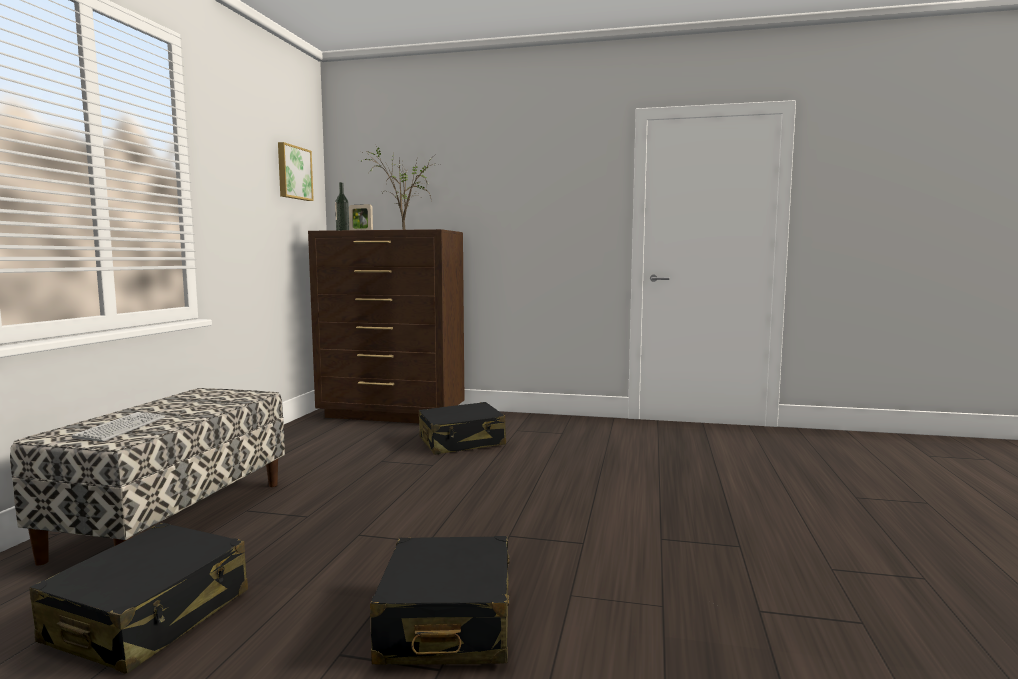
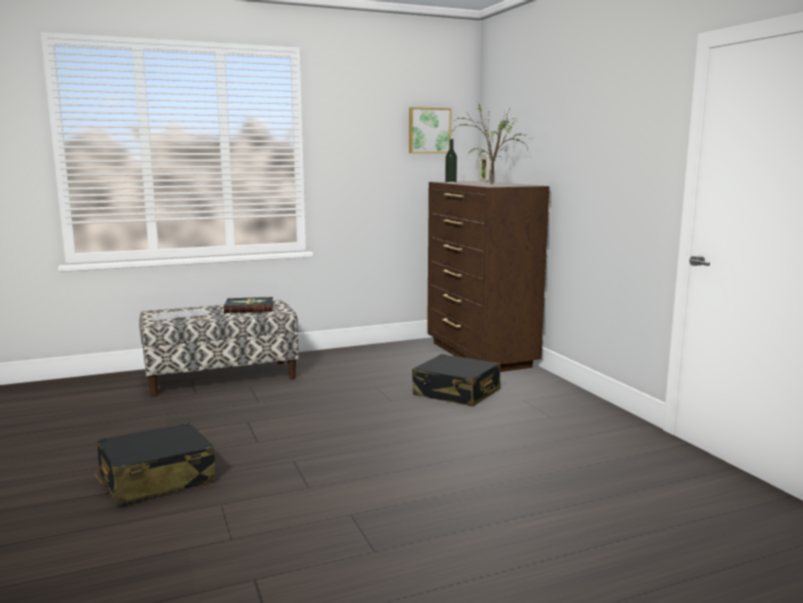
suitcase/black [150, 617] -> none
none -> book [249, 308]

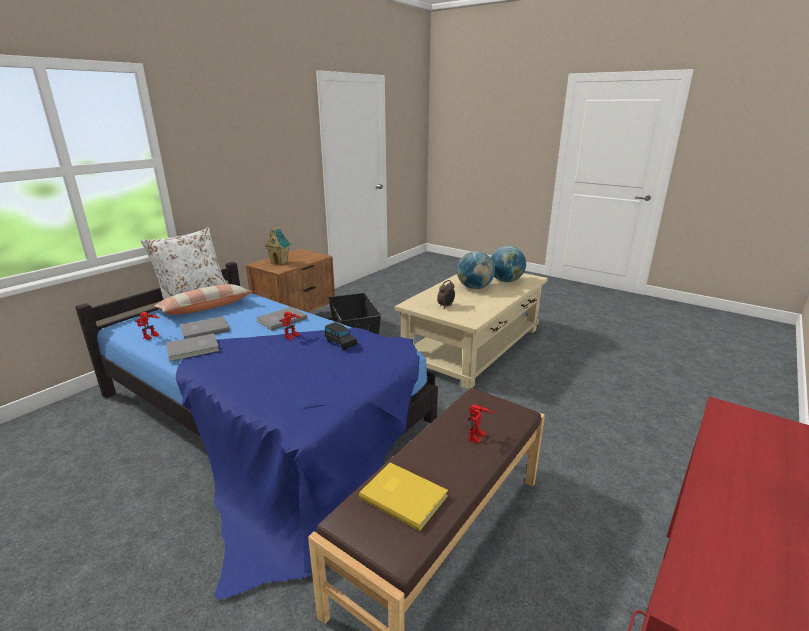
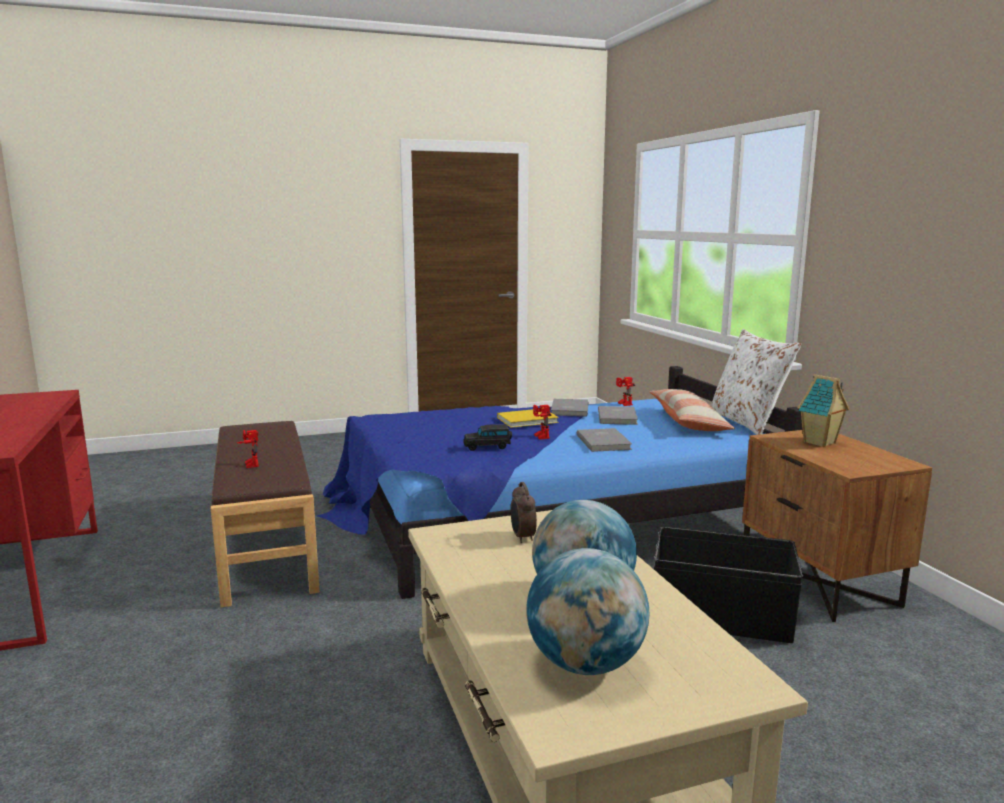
book/yellow [403, 495] -> book/yellow [529, 420], move

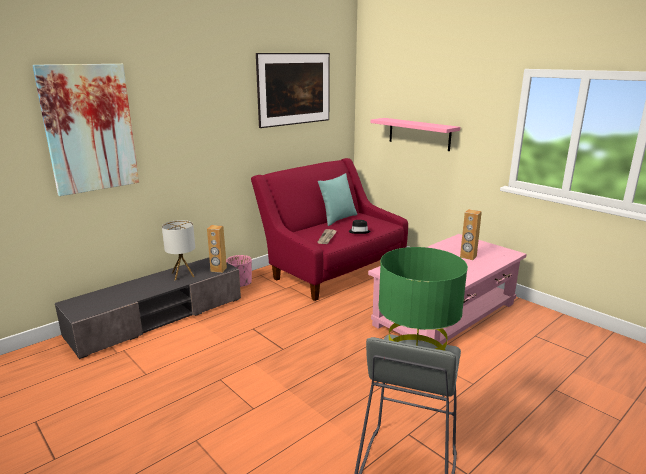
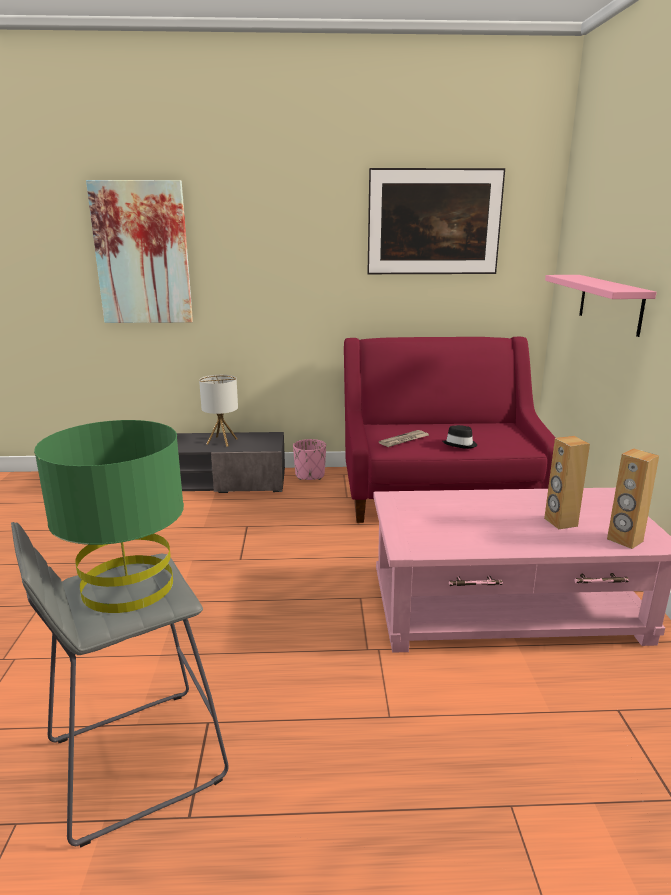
pillow/turquoise [337, 219] -> none
speaker/brown [218, 270] -> speaker/brown [624, 540], move

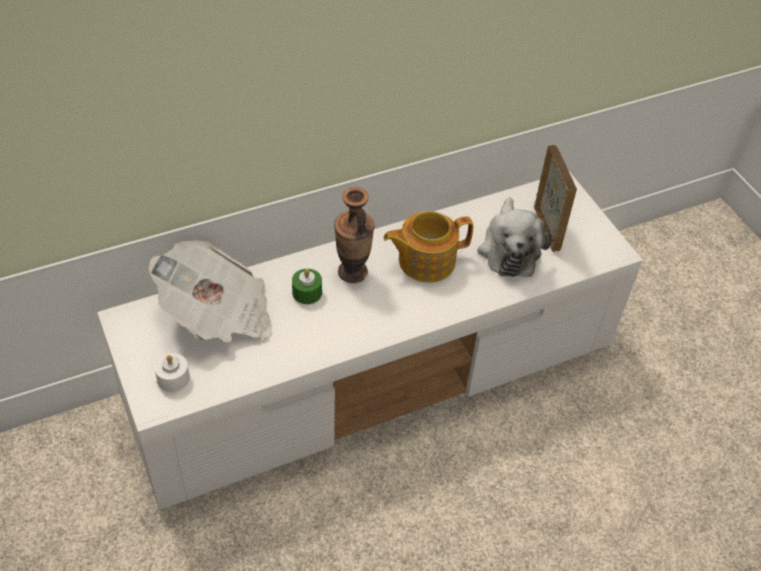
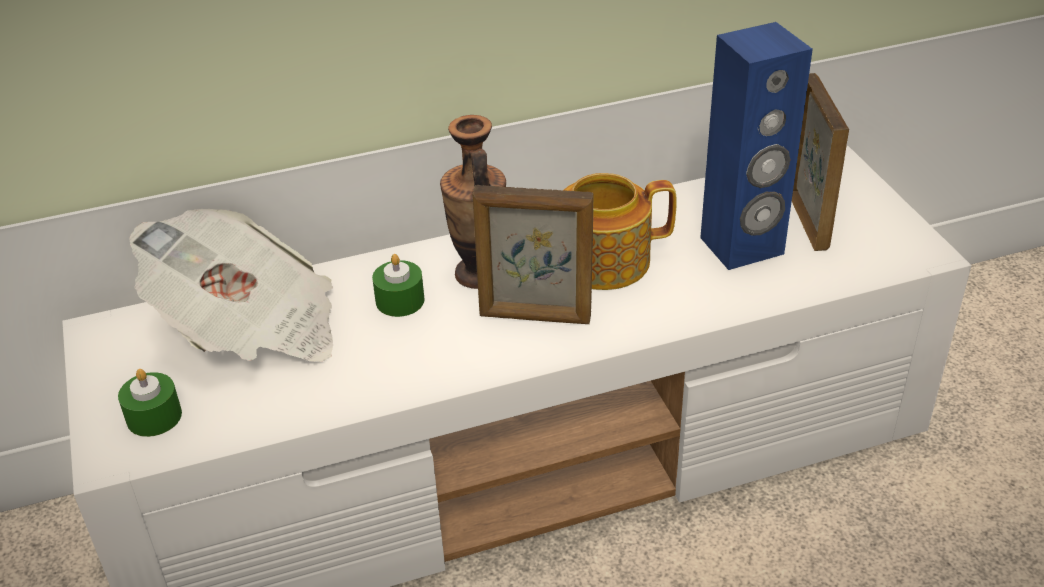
none -> picture frame [535, 317]
plush toy [509, 249] -> speaker/blue [742, 246]
candle/white [173, 378] -> candle/green [154, 417]

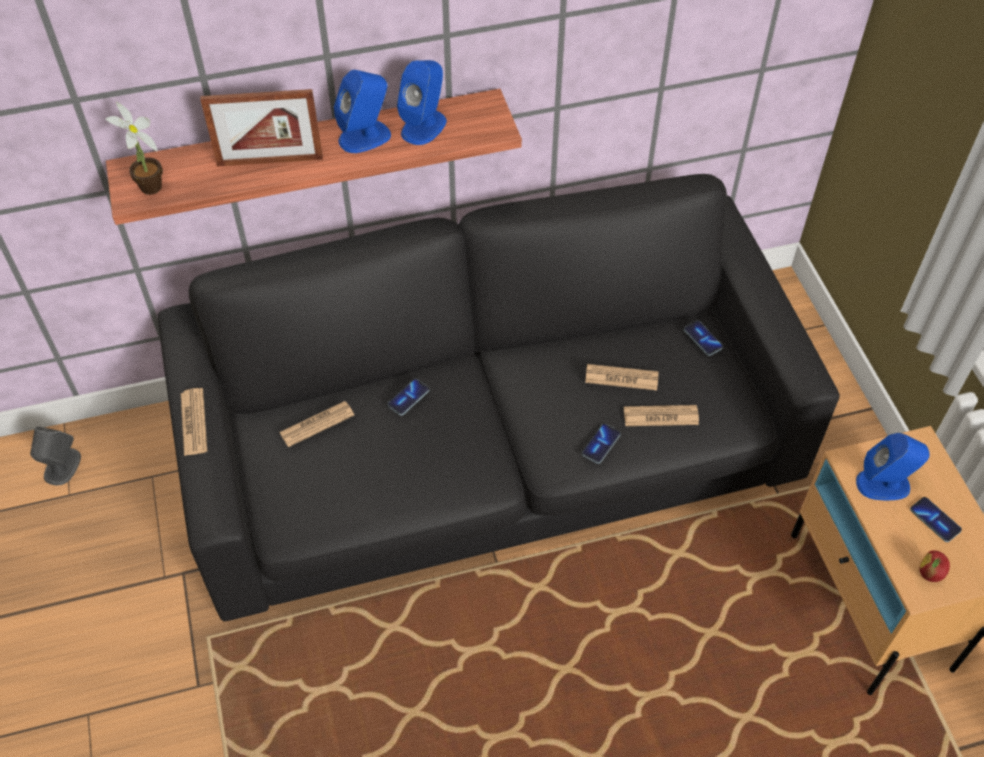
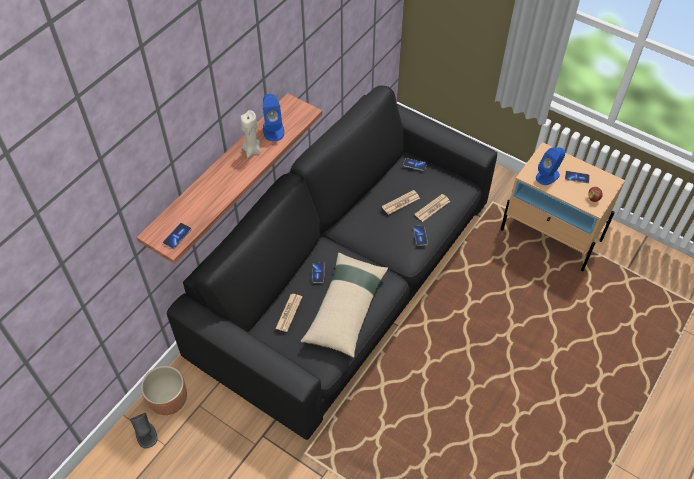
newspaper [194, 422] -> none
picture frame [270, 161] -> none
none -> planter/brown [168, 400]
none -> pillow/beige [345, 309]
potted plant [150, 190] -> phone [177, 236]
speaker/blue [365, 137] -> candle/beige [252, 150]

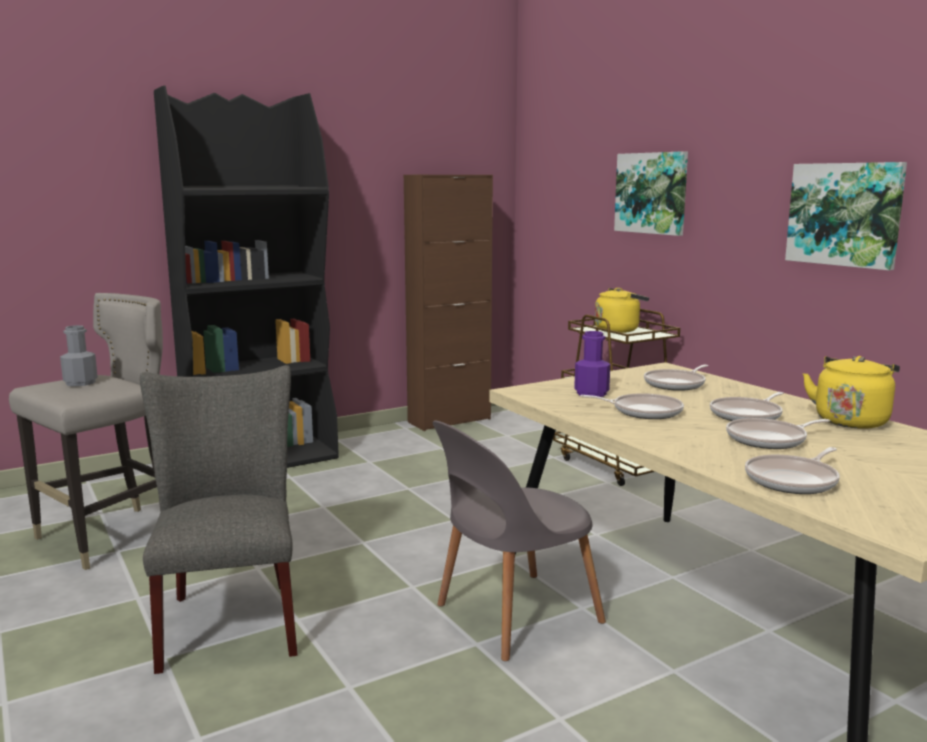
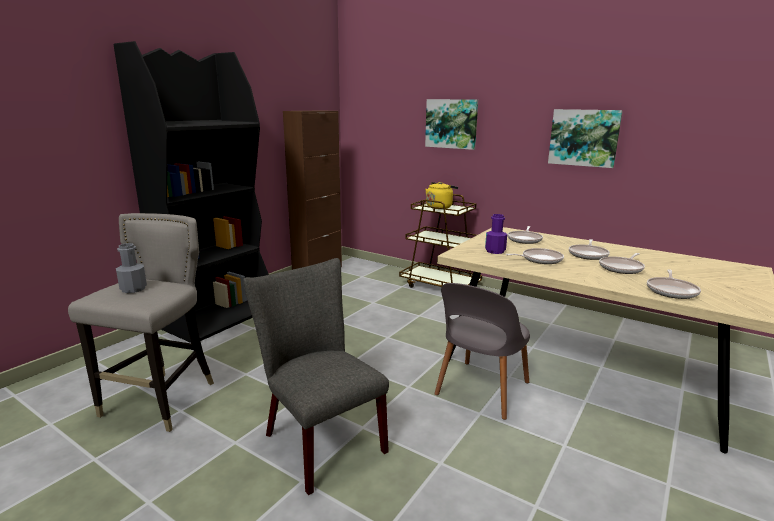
kettle/yellow [851, 420] -> none

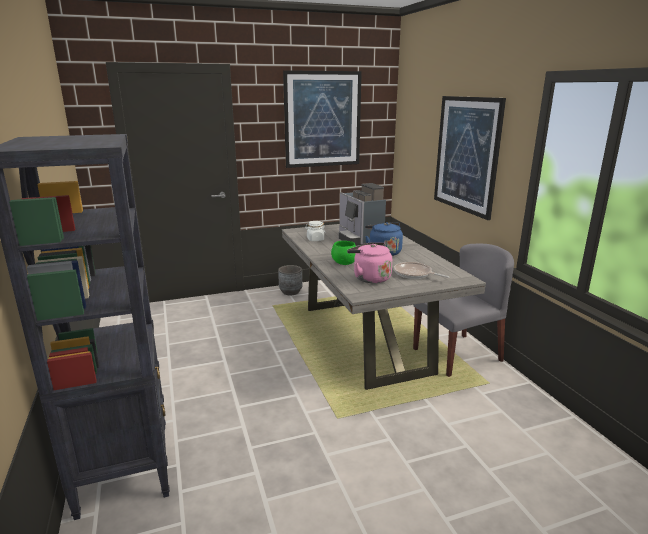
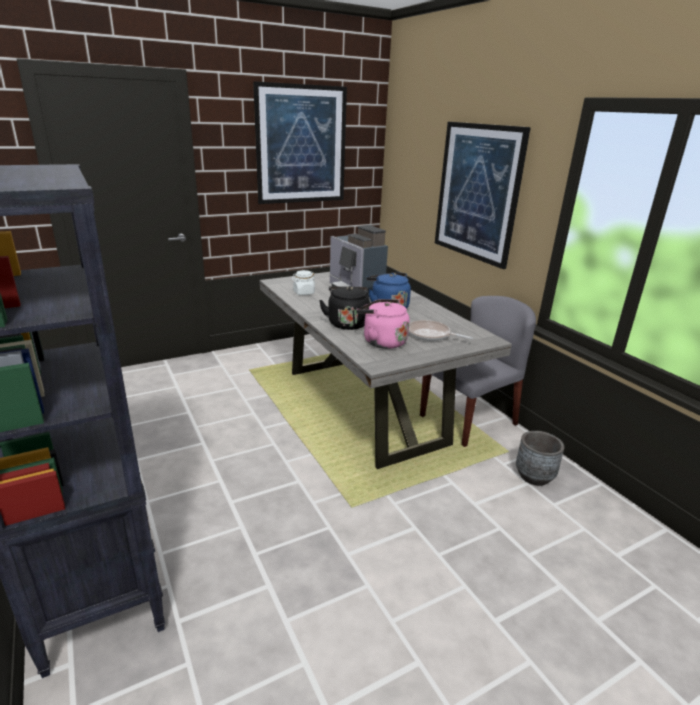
planter/grey [290, 292] -> planter/grey [534, 476], move
bowl/green [344, 263] -> kettle/black [347, 323]

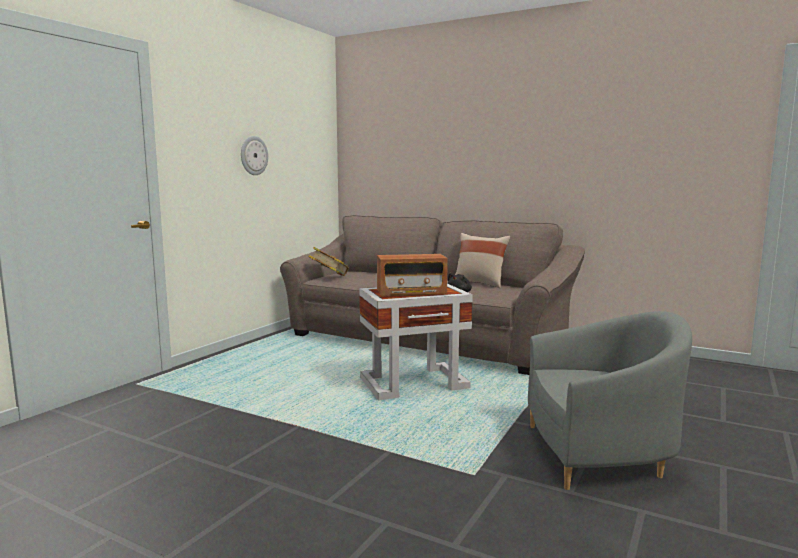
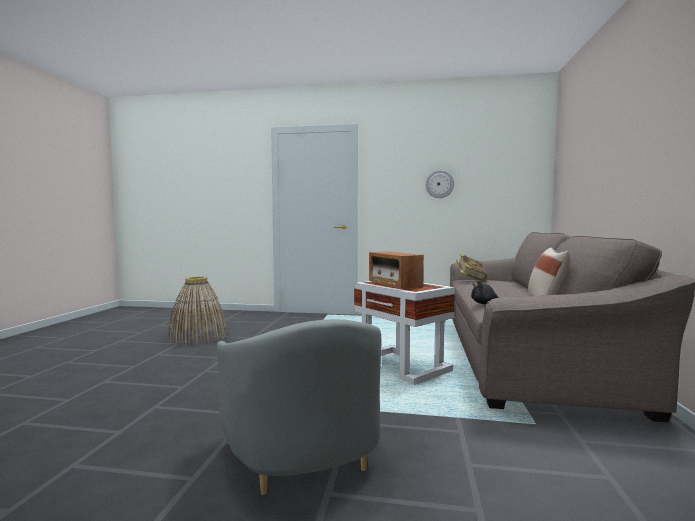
none -> basket [198, 336]

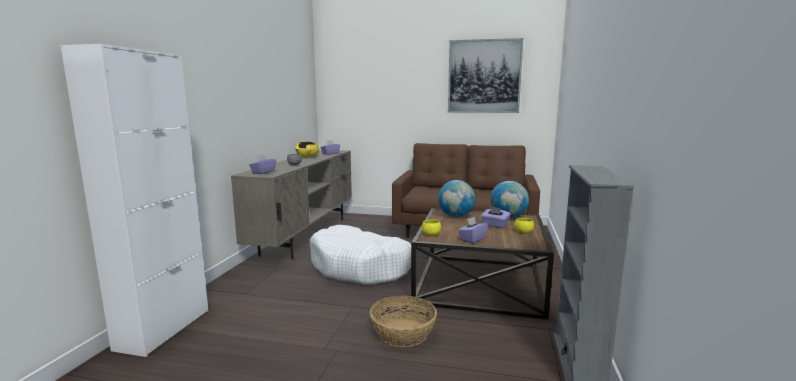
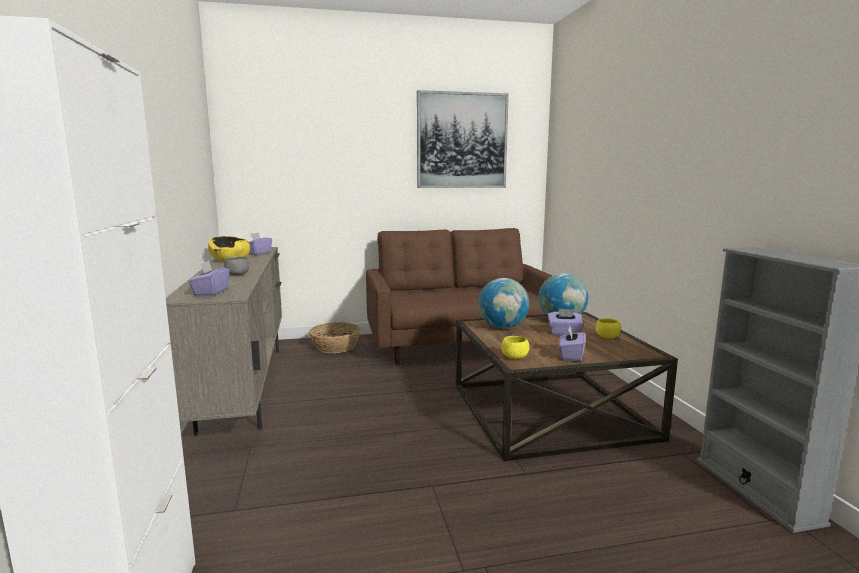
dog bed/white [361, 267] -> none
basket [403, 333] -> basket [335, 347], move

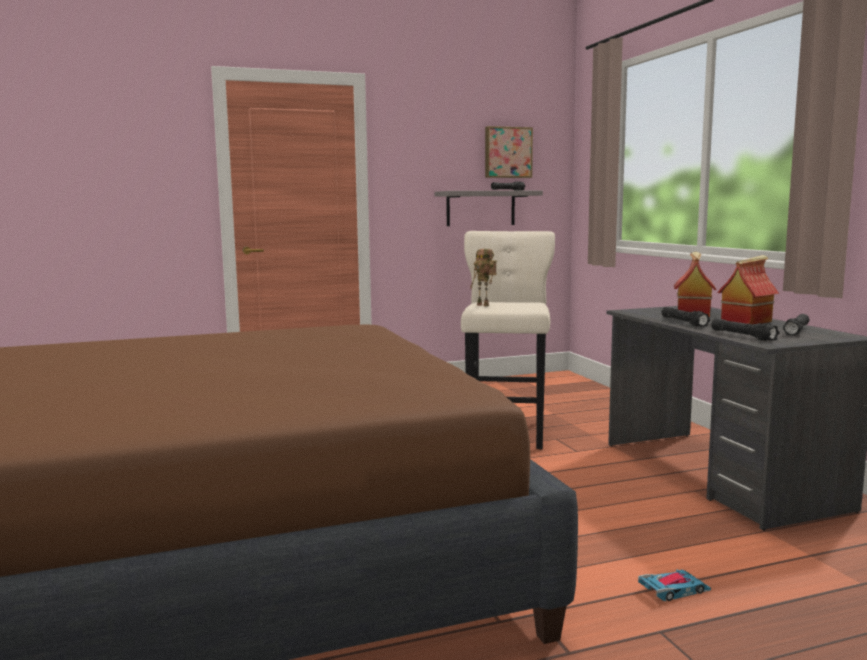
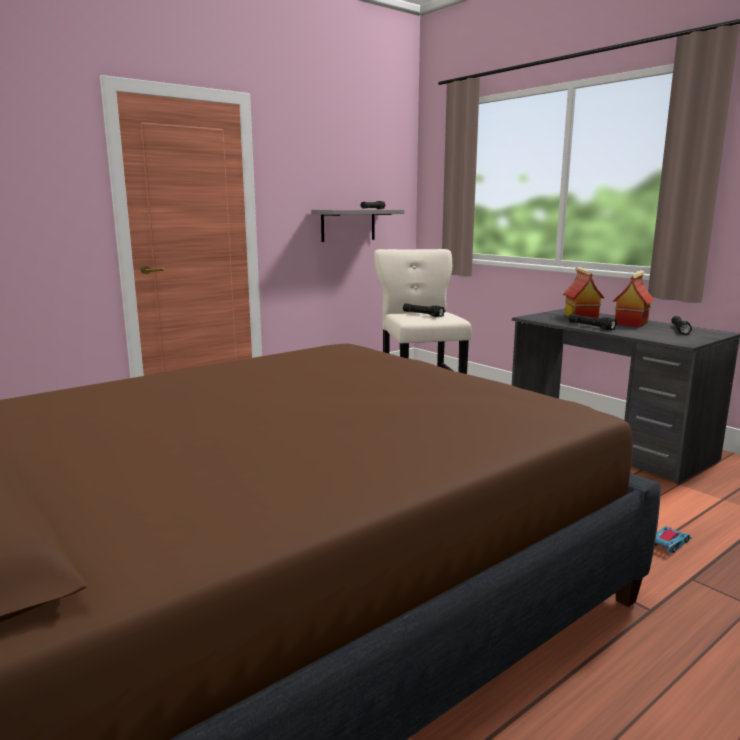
toy robot [484, 305] -> none
picture [507, 152] -> none
flashlight/black [743, 336] -> flashlight/black [422, 314], move

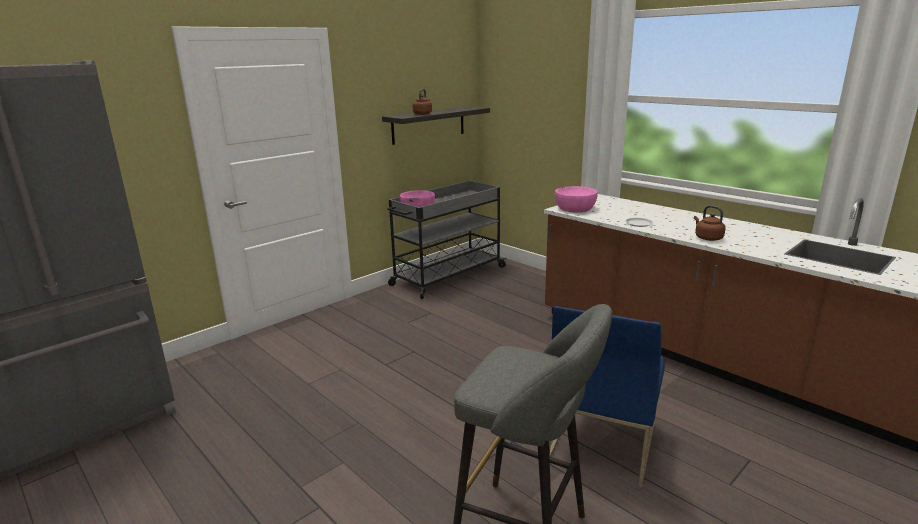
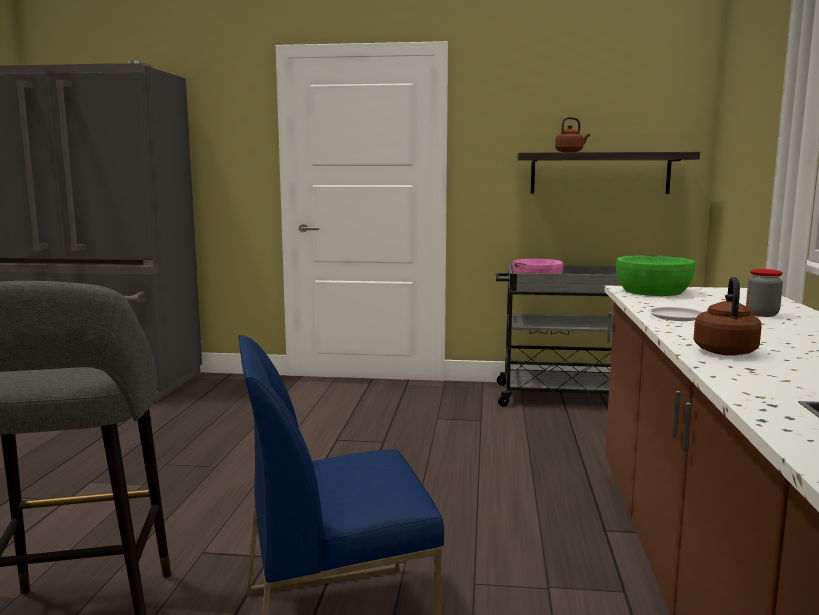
none -> jar [762, 314]
bowl/pink [575, 208] -> bowl/green [652, 291]

